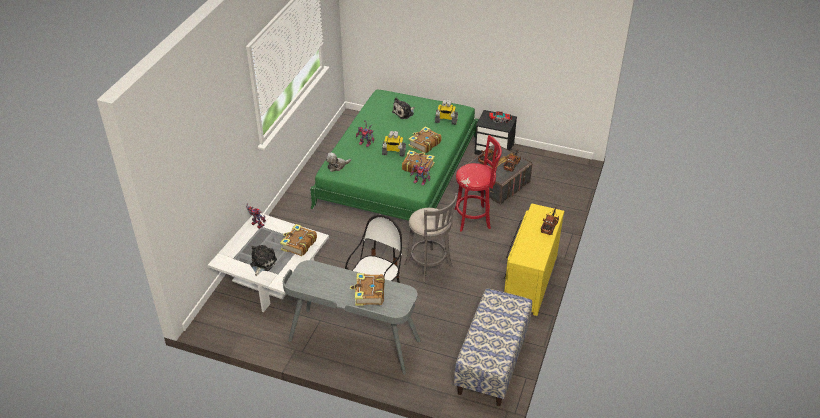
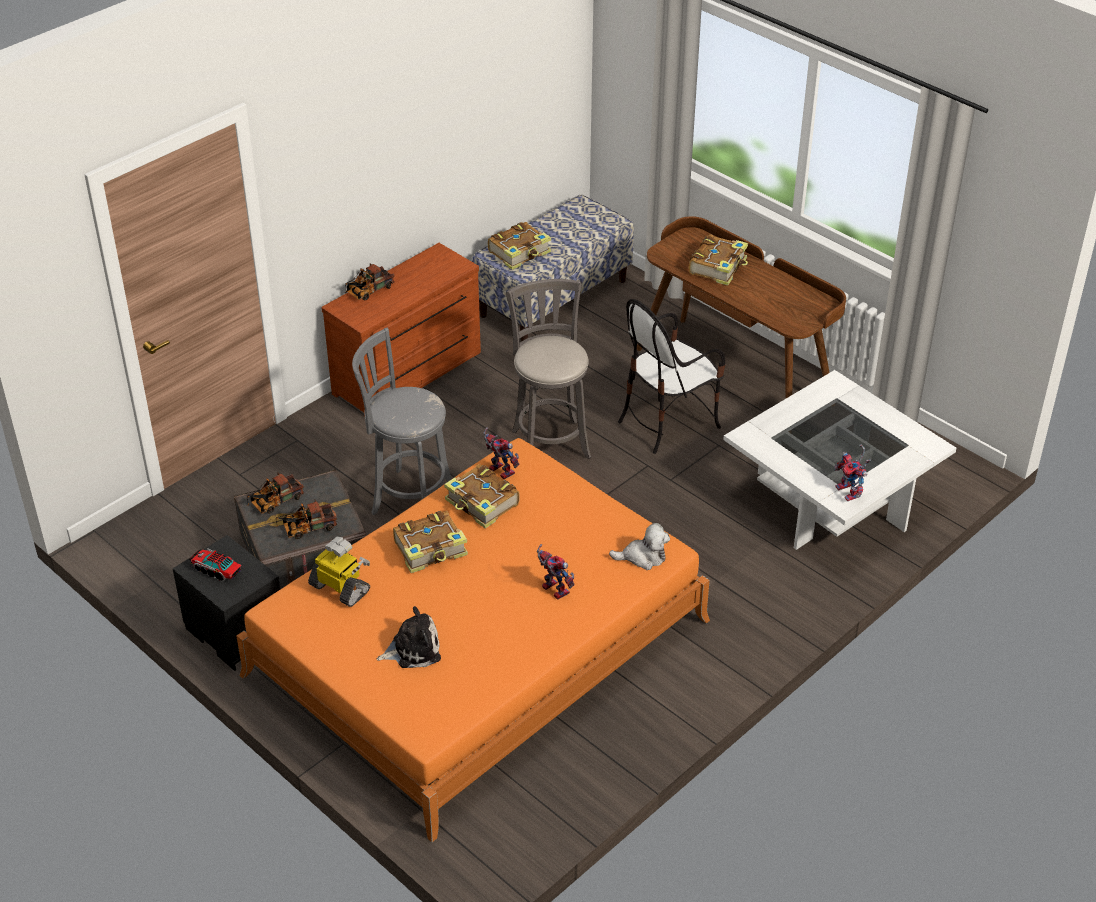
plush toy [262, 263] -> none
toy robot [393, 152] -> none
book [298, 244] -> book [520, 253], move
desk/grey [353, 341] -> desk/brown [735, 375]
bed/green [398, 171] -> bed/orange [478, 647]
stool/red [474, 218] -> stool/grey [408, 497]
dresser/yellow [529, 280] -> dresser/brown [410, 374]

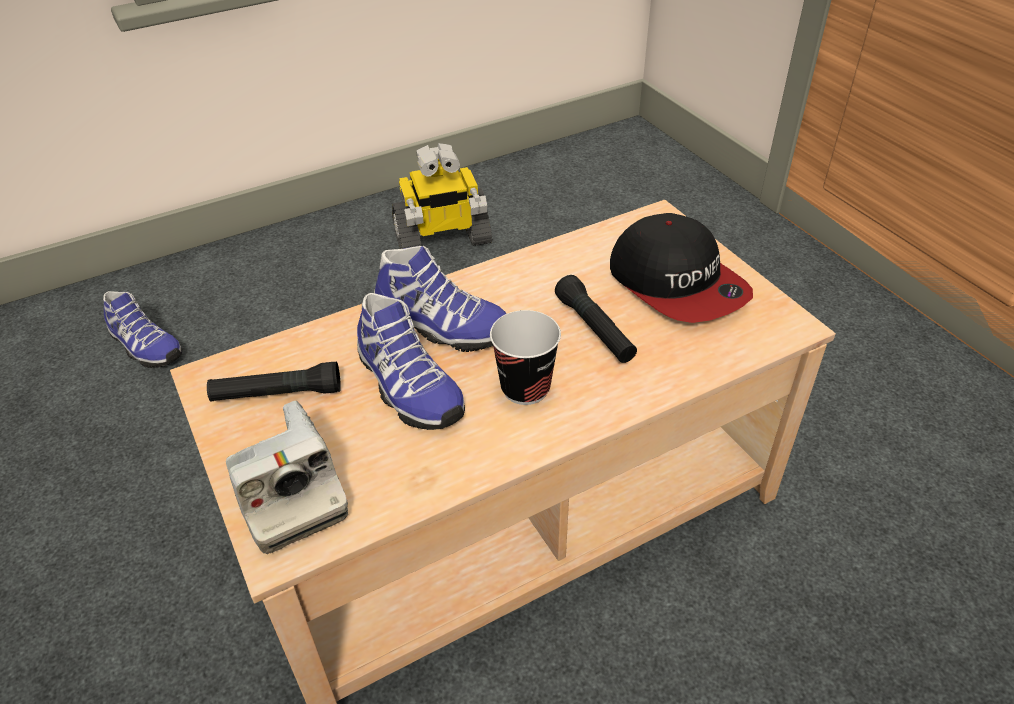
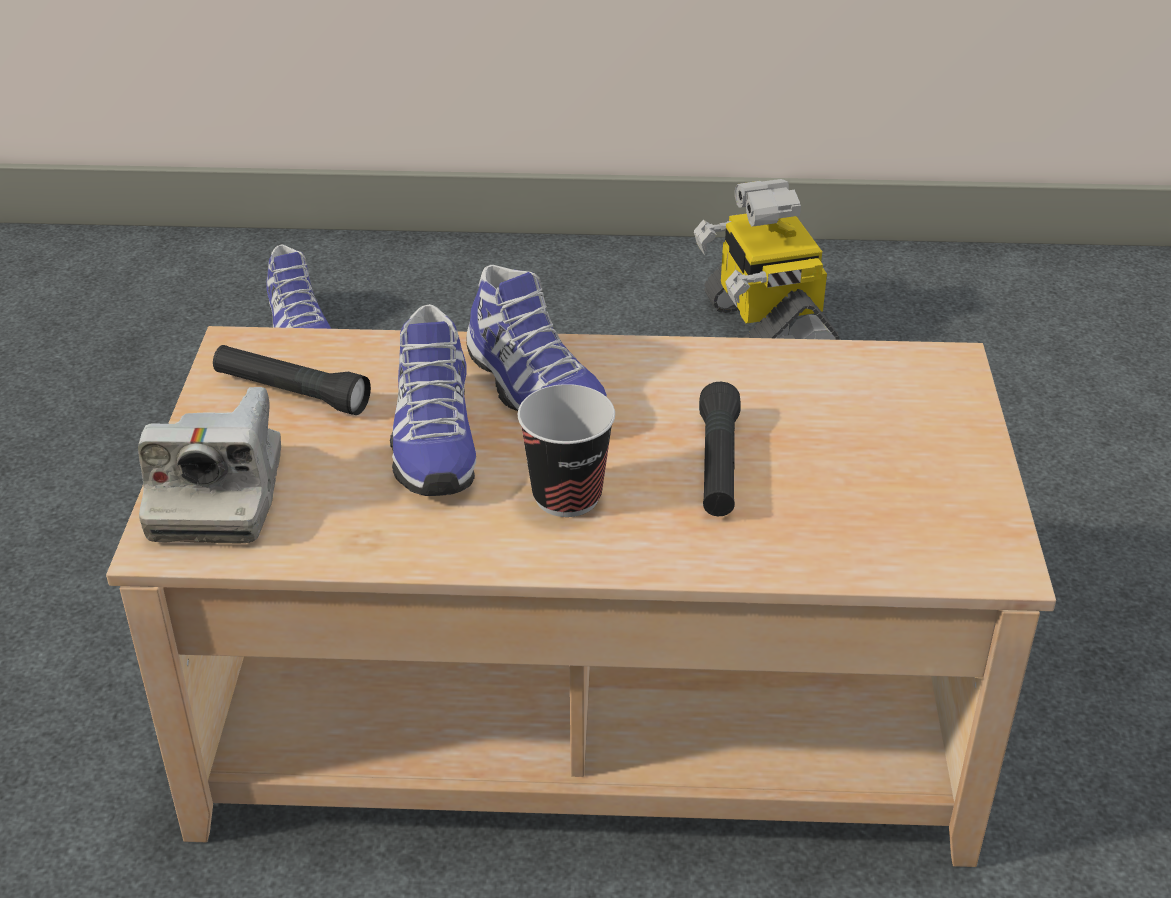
cap [677, 283] -> none
toy robot [442, 239] -> toy robot [764, 330], 60 degrees clockwise

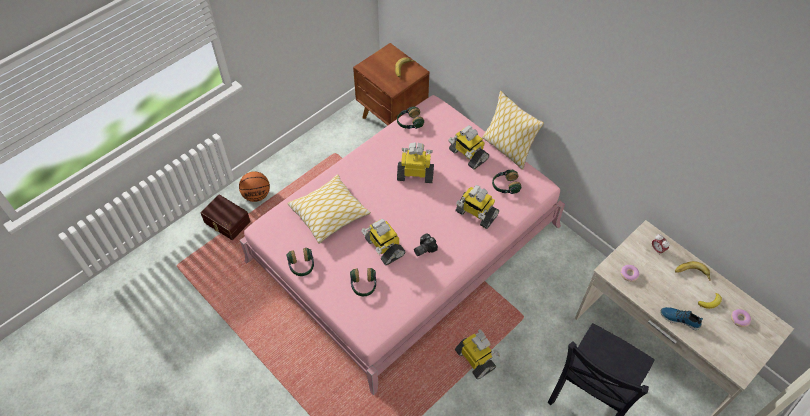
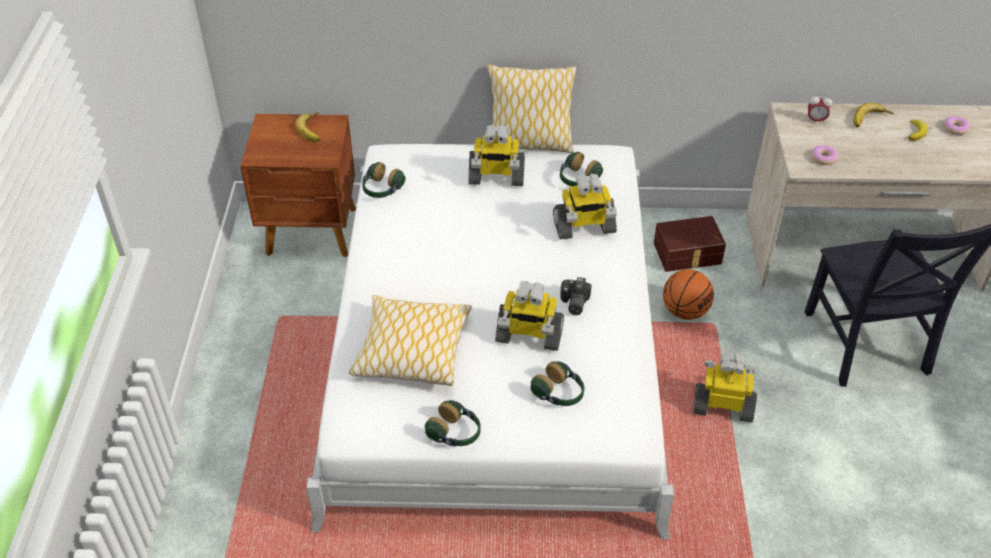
toy robot [415, 174] -> none
shoe [680, 318] -> none
storage box/brown [226, 222] -> storage box/brown [688, 254], move
basketball [256, 195] -> basketball [685, 311], move
bed/pink [404, 243] -> bed/white [495, 351]

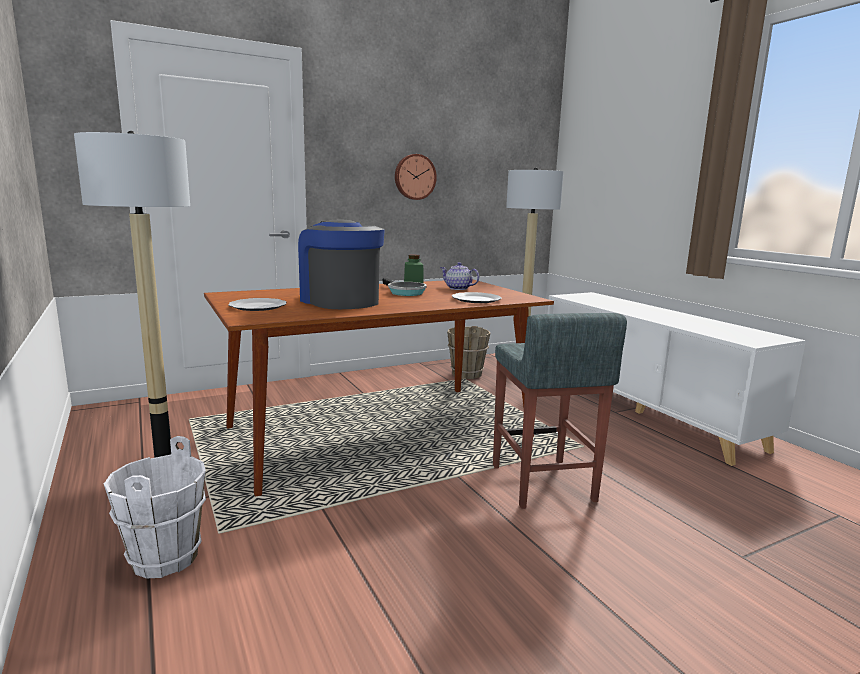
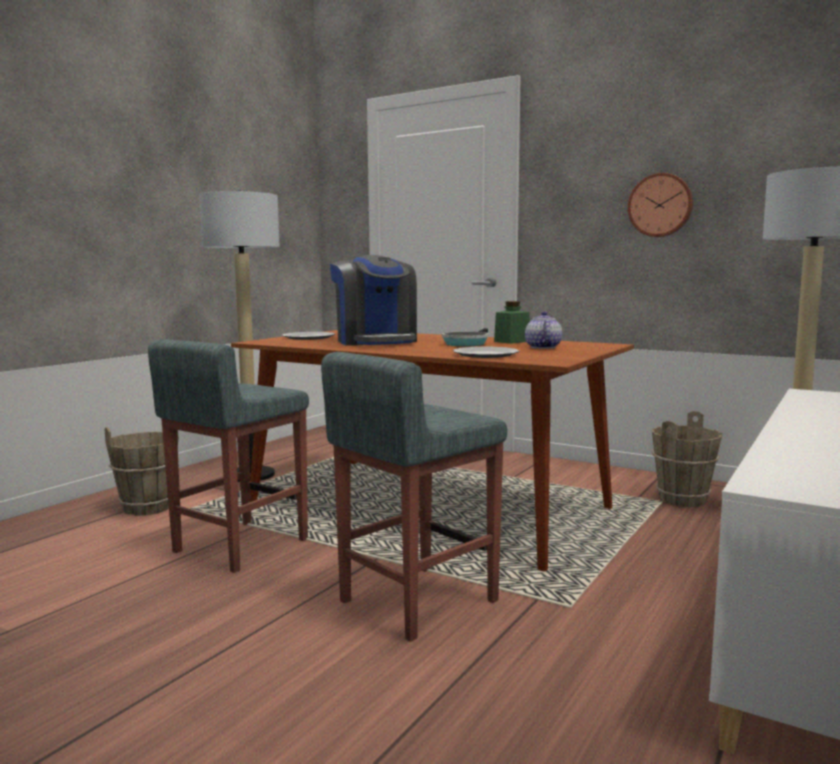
none -> stool/grey [239, 546]
bucket/white [164, 558] -> bucket/brown [147, 507]
coffee machine [339, 301] -> coffee machine [375, 341], 135 degrees clockwise

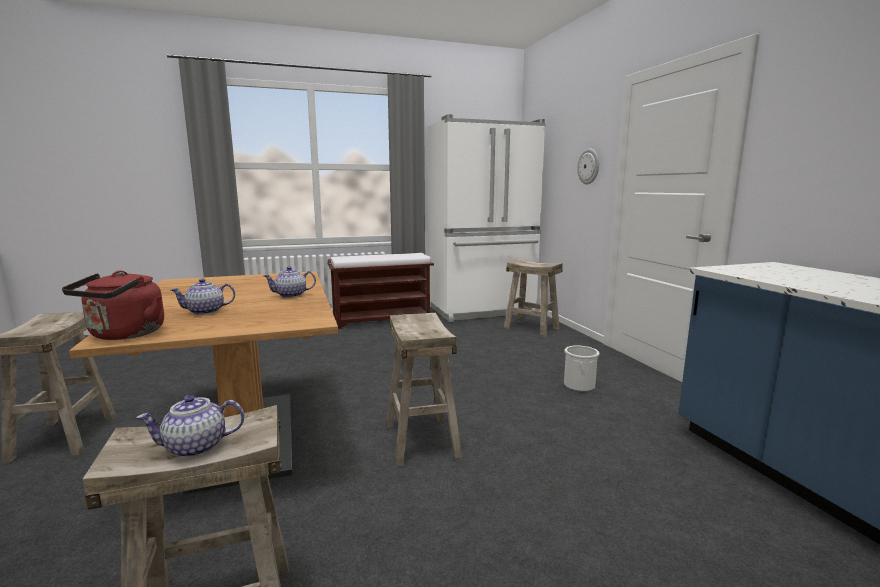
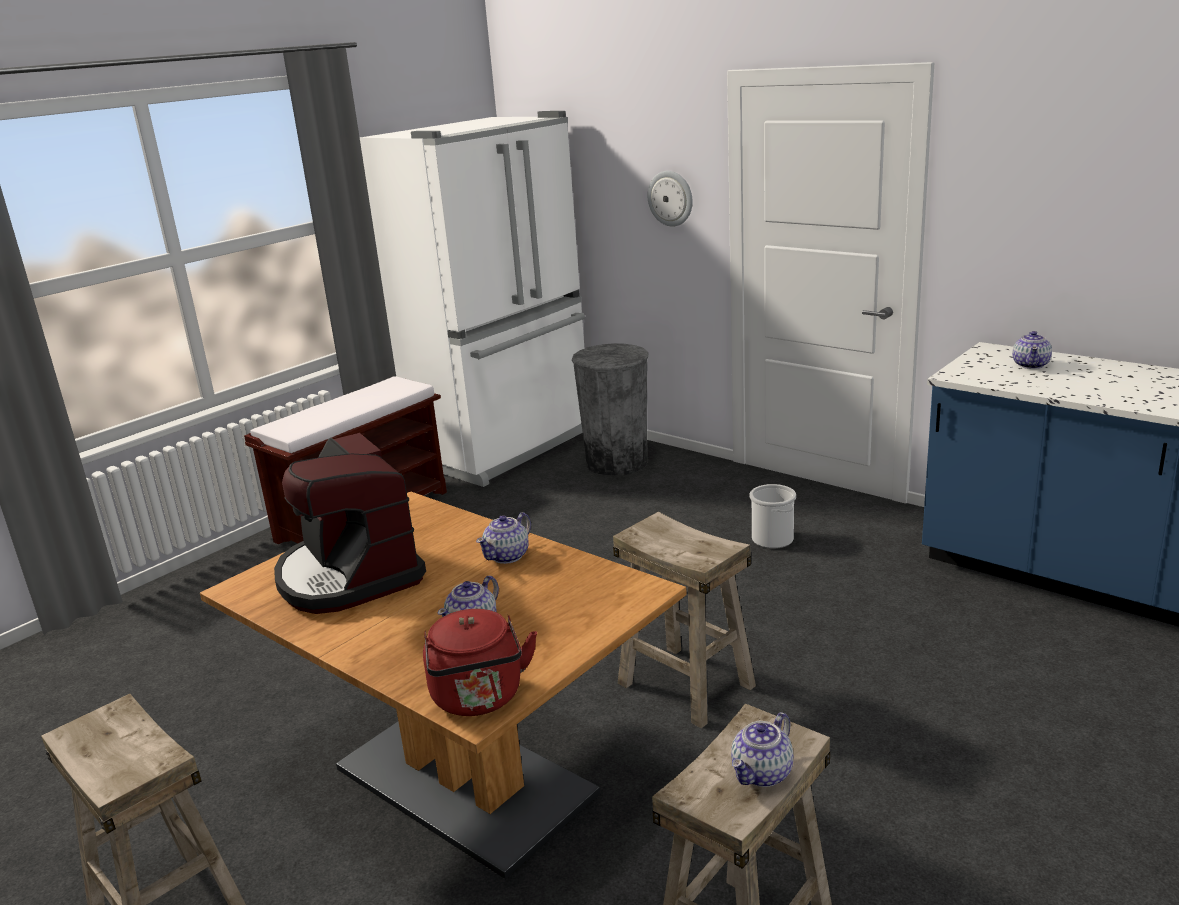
none -> coffee machine [349, 575]
none -> teapot [1031, 365]
stool/beige [531, 328] -> trash can/grey [617, 462]

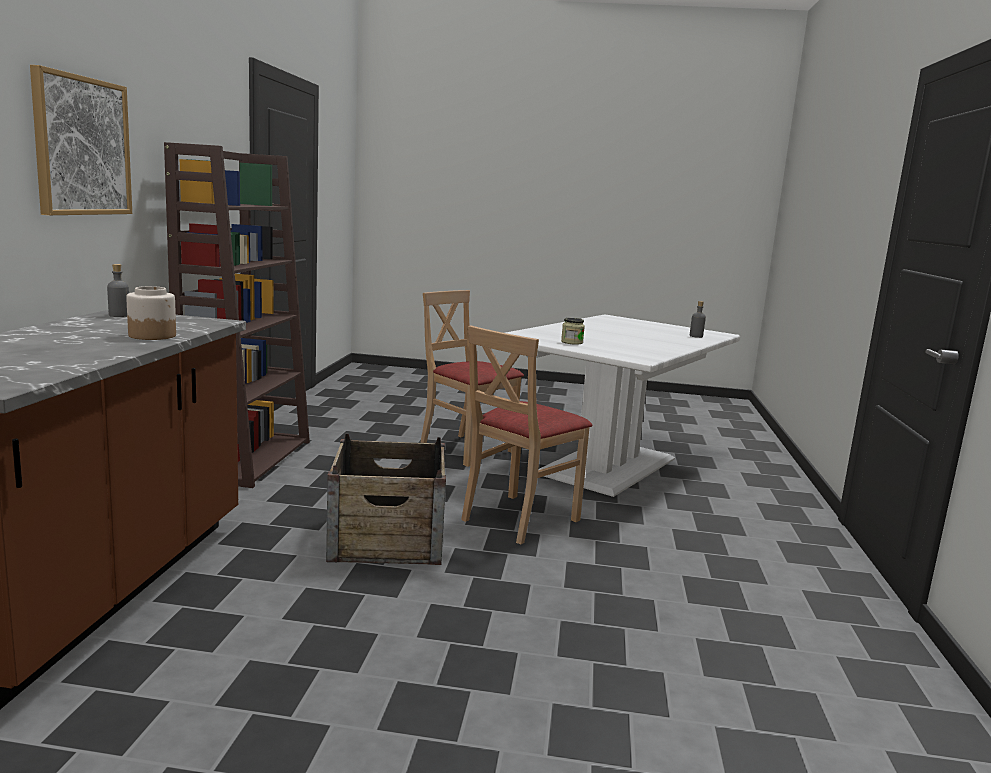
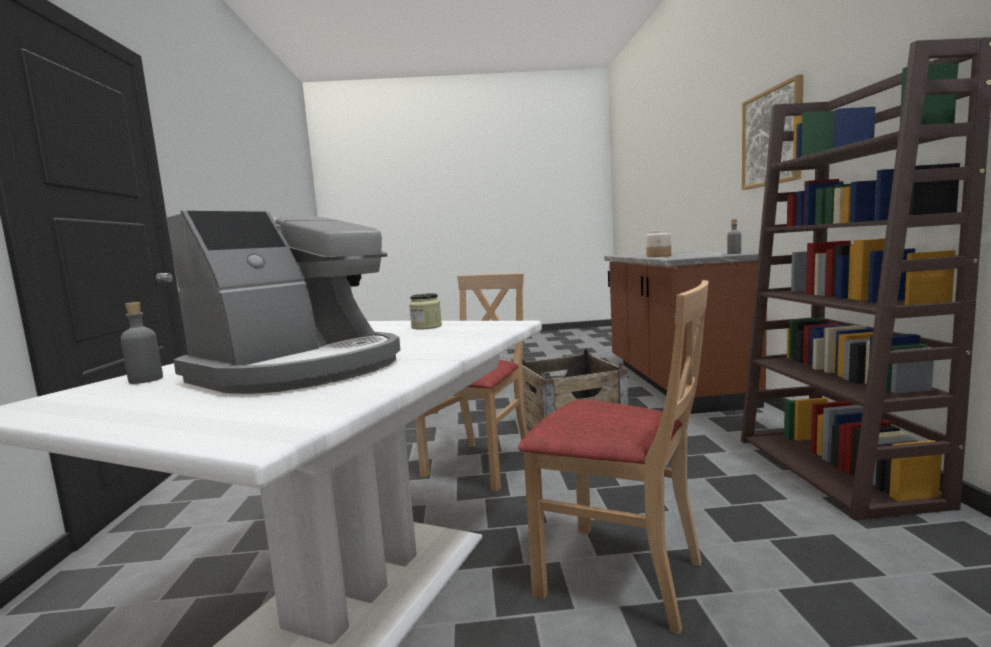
none -> coffee machine [302, 369]

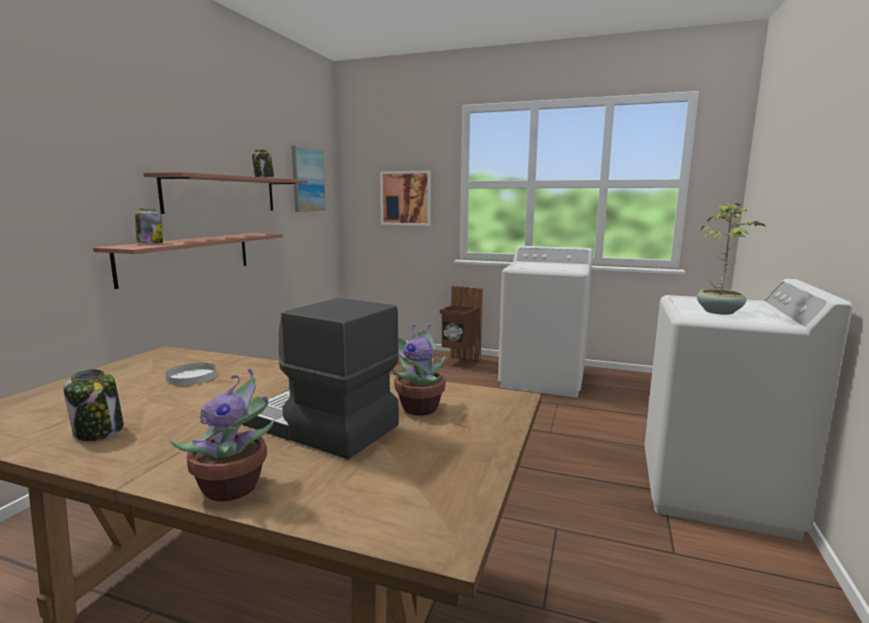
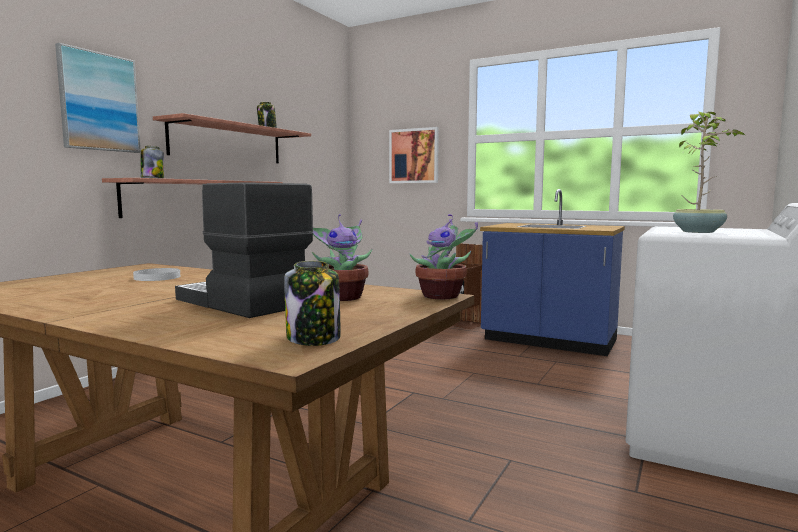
jar [99, 431] -> jar [314, 338], move
potted plant [235, 487] -> potted plant [443, 296], move
picture [307, 180] -> picture [99, 102], move
washing machine/white [543, 379] -> counter/blue [548, 341]

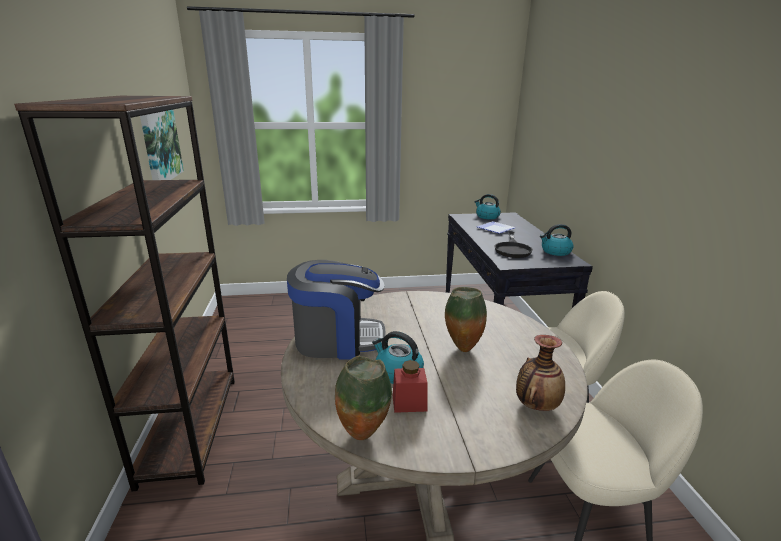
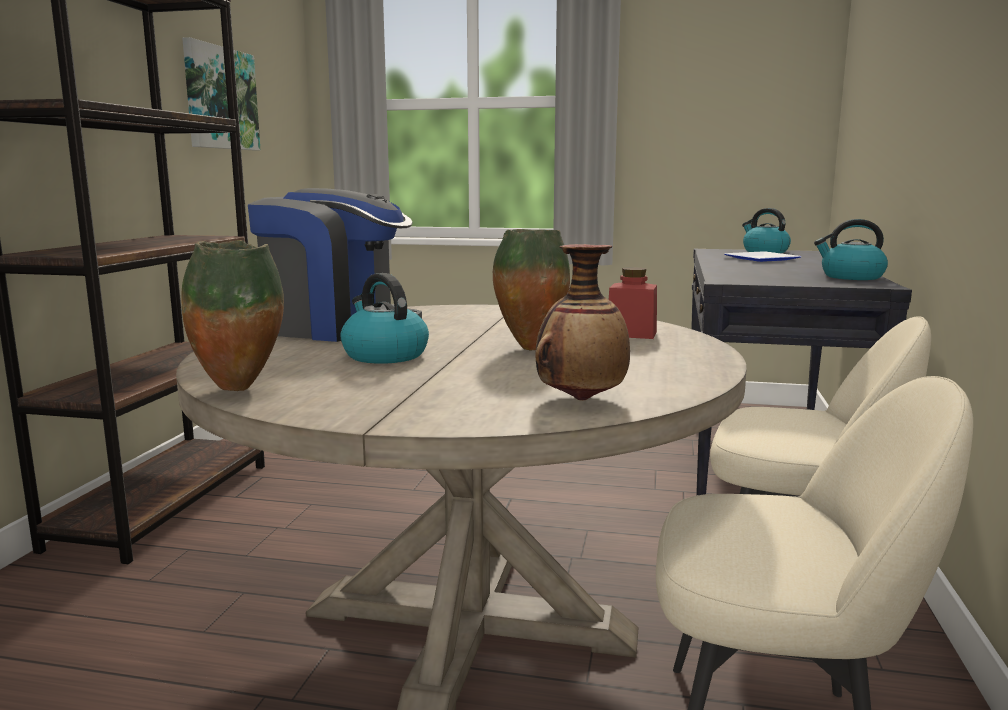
frying pan/black [512, 249] -> none
jar/red [409, 403] -> jar/red [631, 334], move

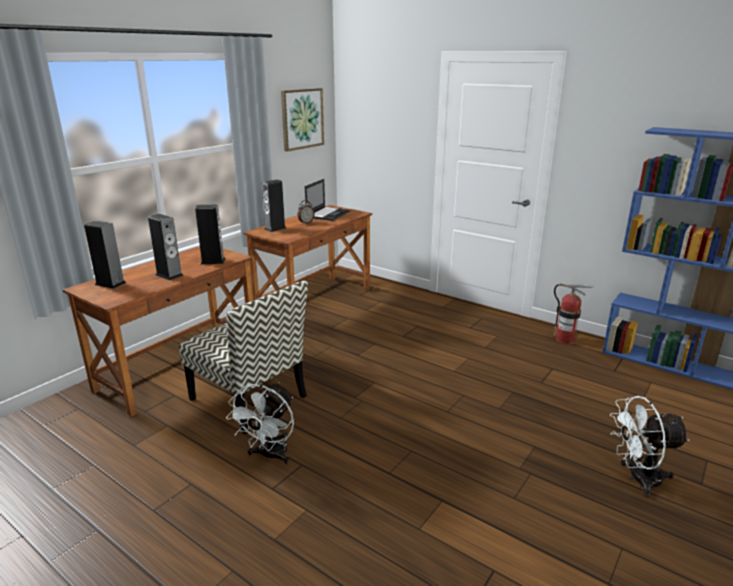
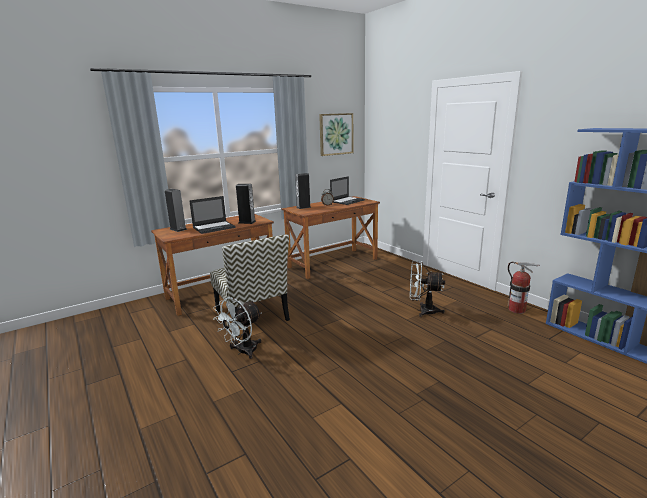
fan/white [637, 479] -> fan/white [423, 311], move
speaker [169, 275] -> laptop [214, 227]

